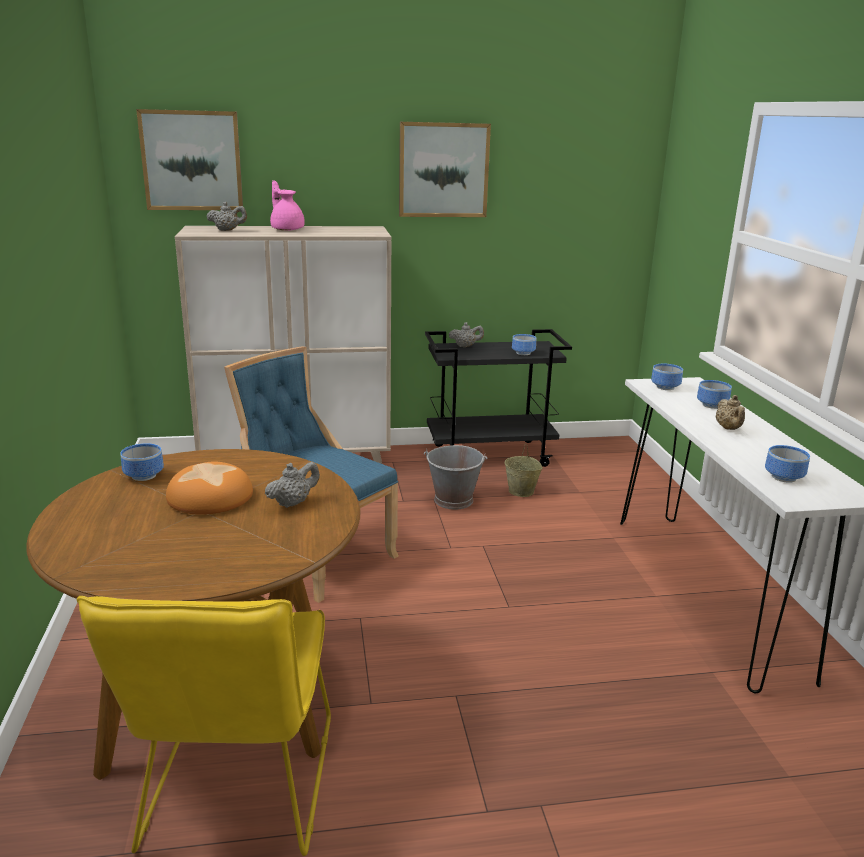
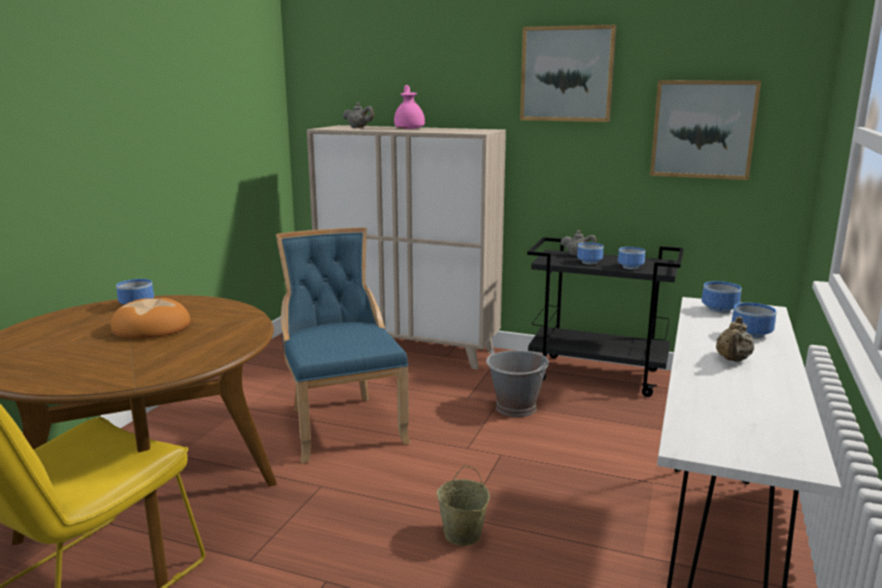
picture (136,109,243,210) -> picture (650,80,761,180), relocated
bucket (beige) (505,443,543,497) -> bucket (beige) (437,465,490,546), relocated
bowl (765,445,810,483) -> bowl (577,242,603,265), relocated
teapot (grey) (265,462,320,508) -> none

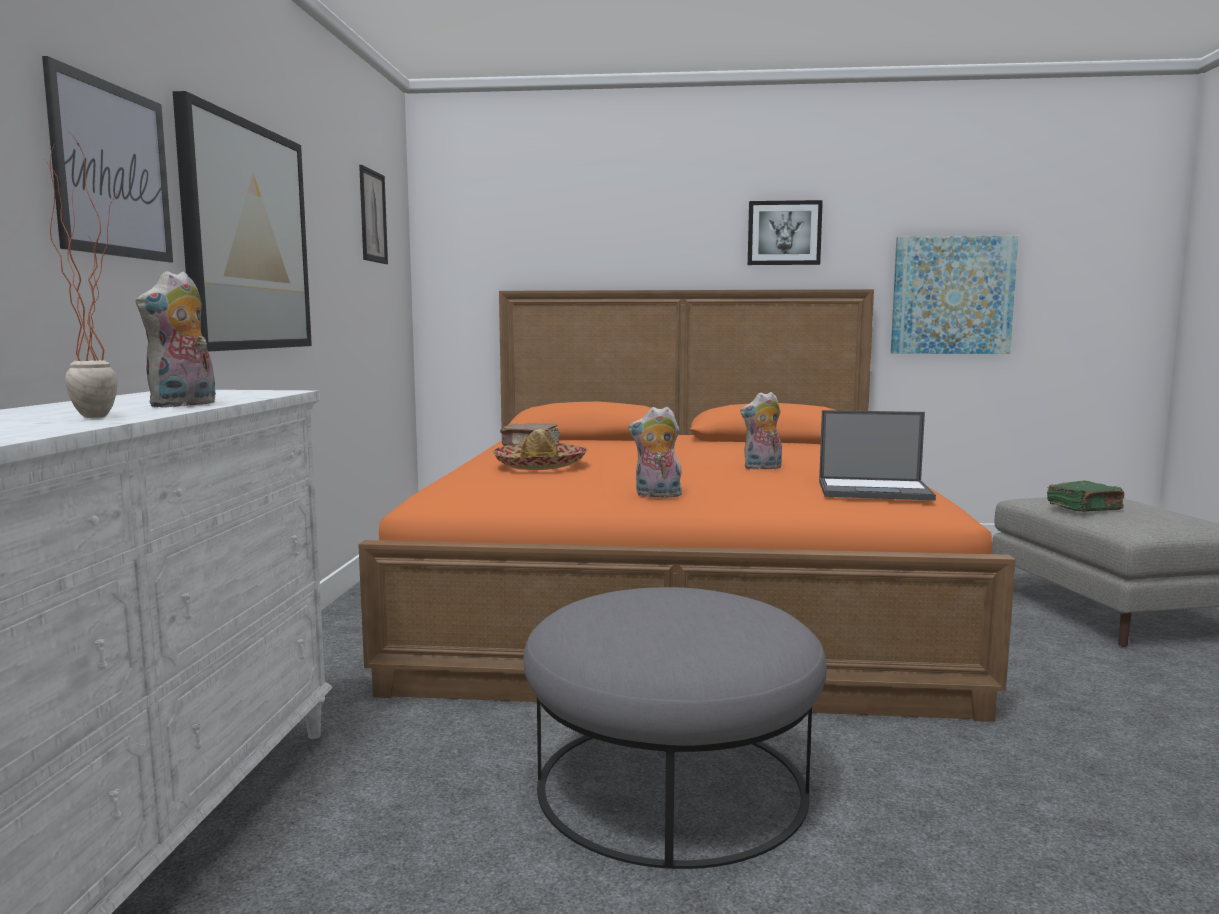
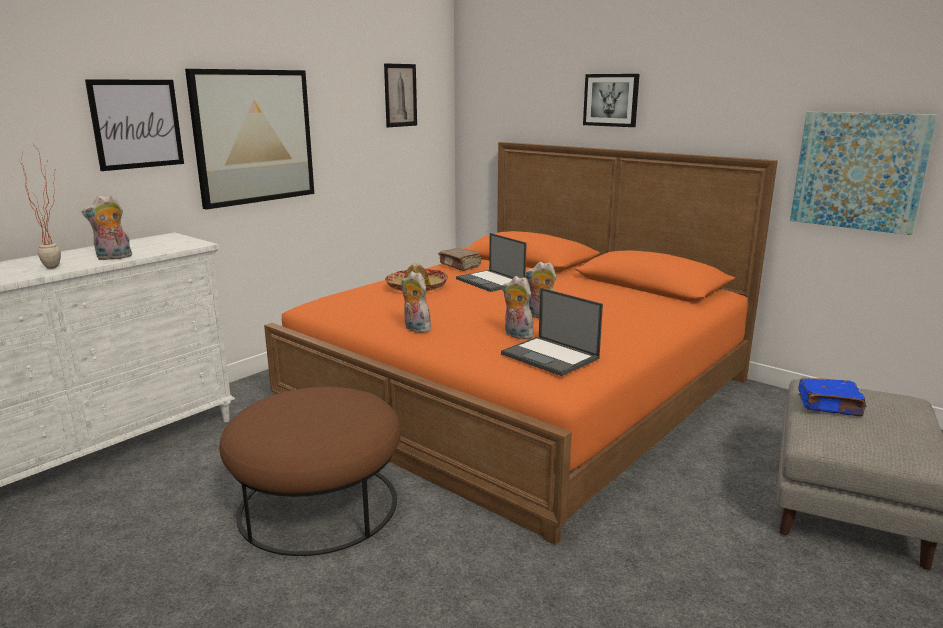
picture (748,200,823,265) -> picture (583,74,640,127), relocated
book (green) (1047,480,1125,512) -> book (blue) (798,378,867,417)
ottoman (grey) (523,587,827,869) -> ottoman (brown) (219,387,401,556)
none -> laptop (456,233,527,292)
none -> plush toy (502,276,534,339)

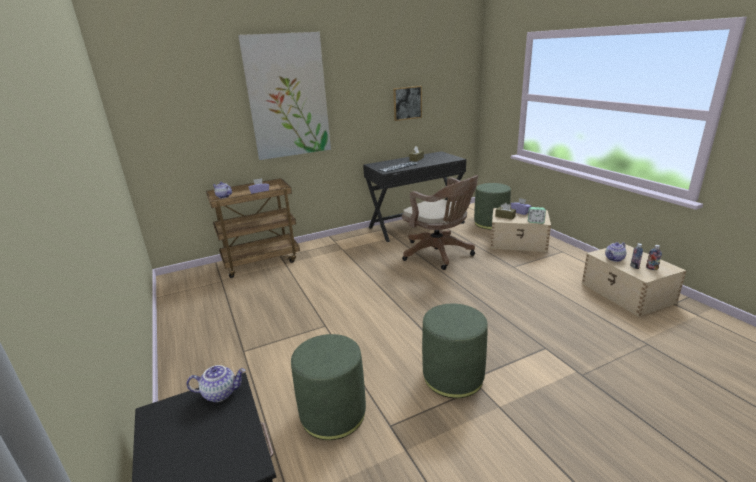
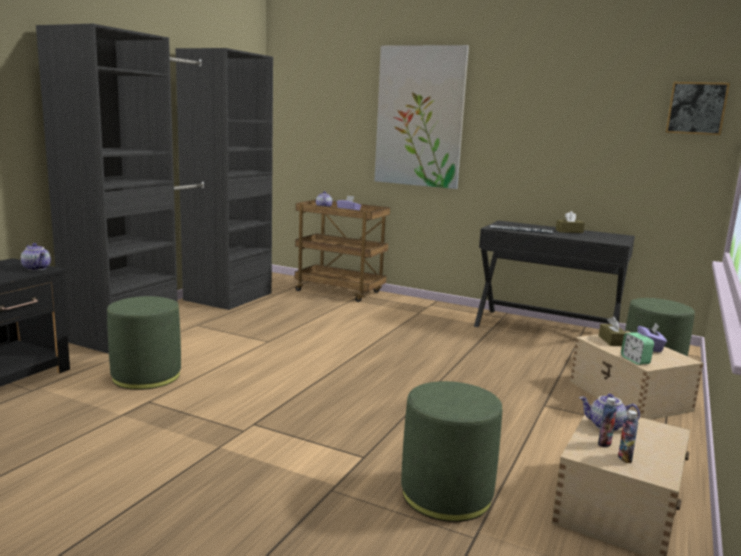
picture (393,86,422,121) -> picture (666,82,730,135), relocated
office chair (brown) (402,175,478,270) -> none
ottoman (green) (422,304,488,398) -> ottoman (green) (401,381,502,522), relocated
none -> wardrobe (black) (36,24,273,354)

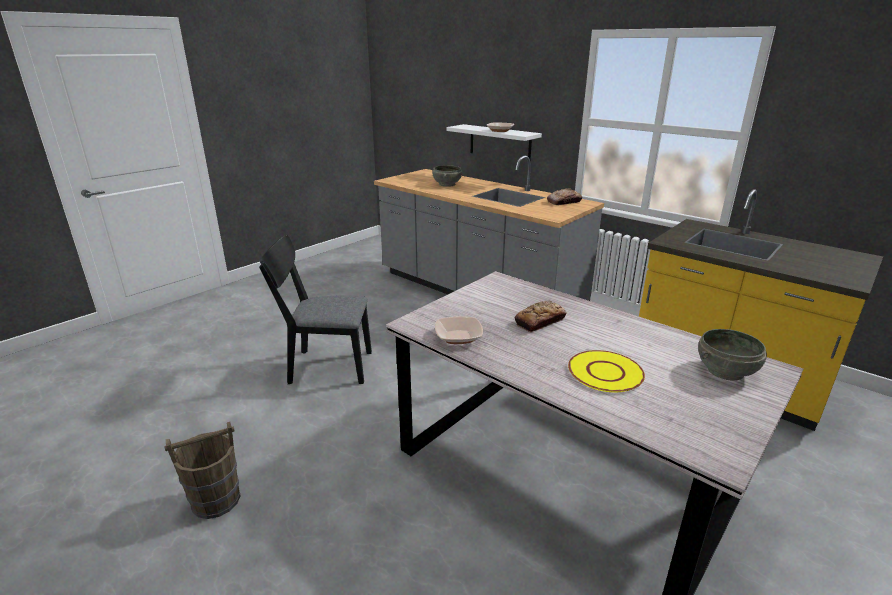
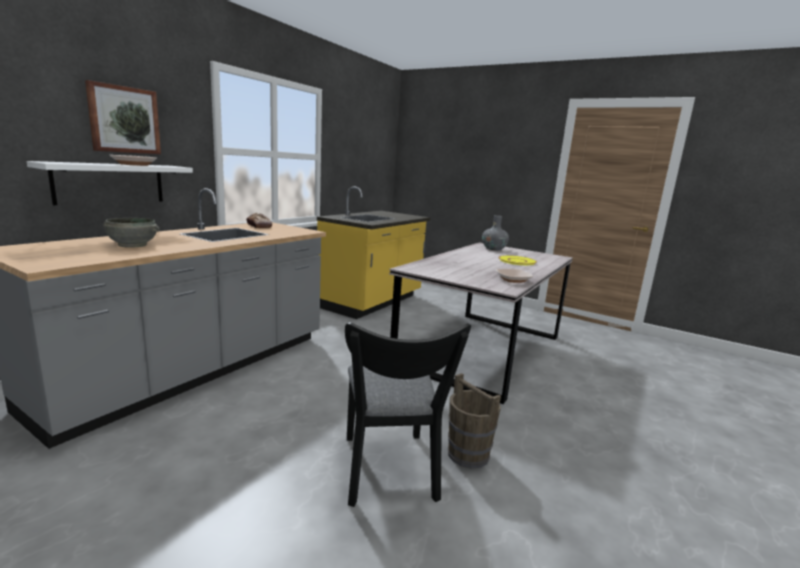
bread (515,301,567,332) -> none
bowl (grey) (698,329,767,381) -> vase (grey) (482,215,509,250)
bucket (brown) (165,422,240,519) -> bucket (brown) (448,373,501,468), relocated
none -> picture (85,80,161,154)

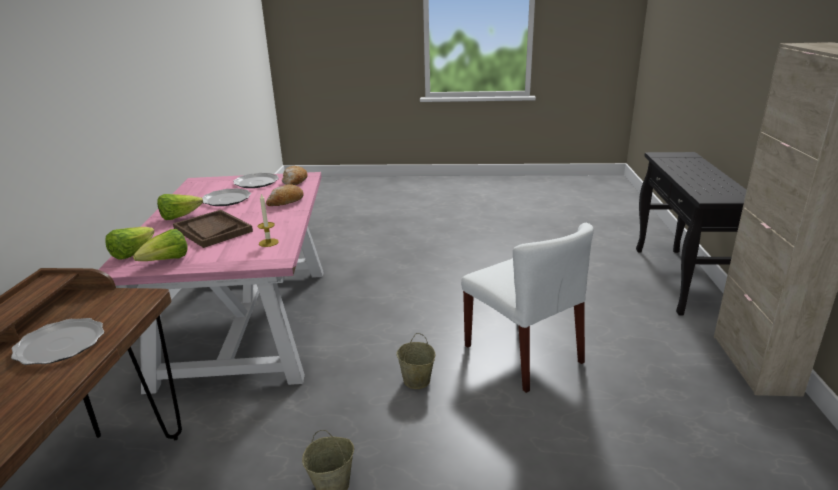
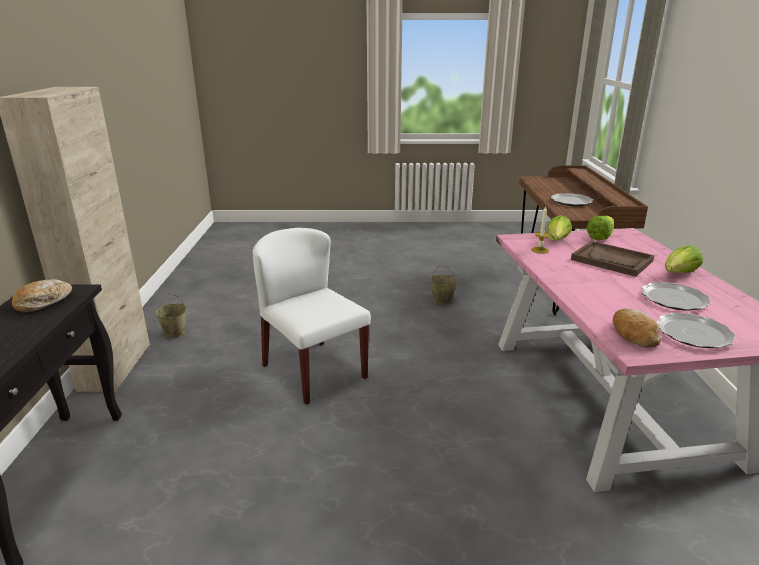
bread (266,184,304,206) -> bread (12,279,72,313), relocated
lettuce (105,227,155,260) -> lettuce (547,215,572,241), relocated
bucket (beige) (396,333,435,389) -> bucket (beige) (156,294,187,338), relocated

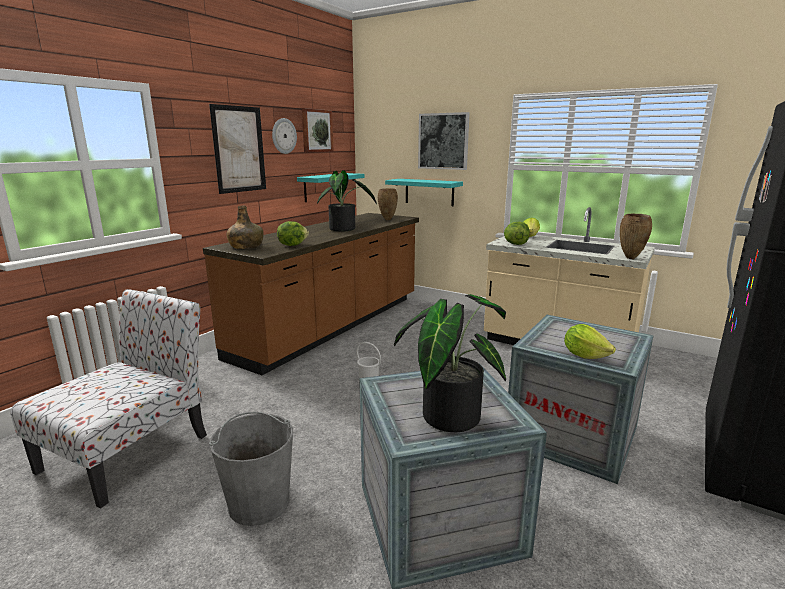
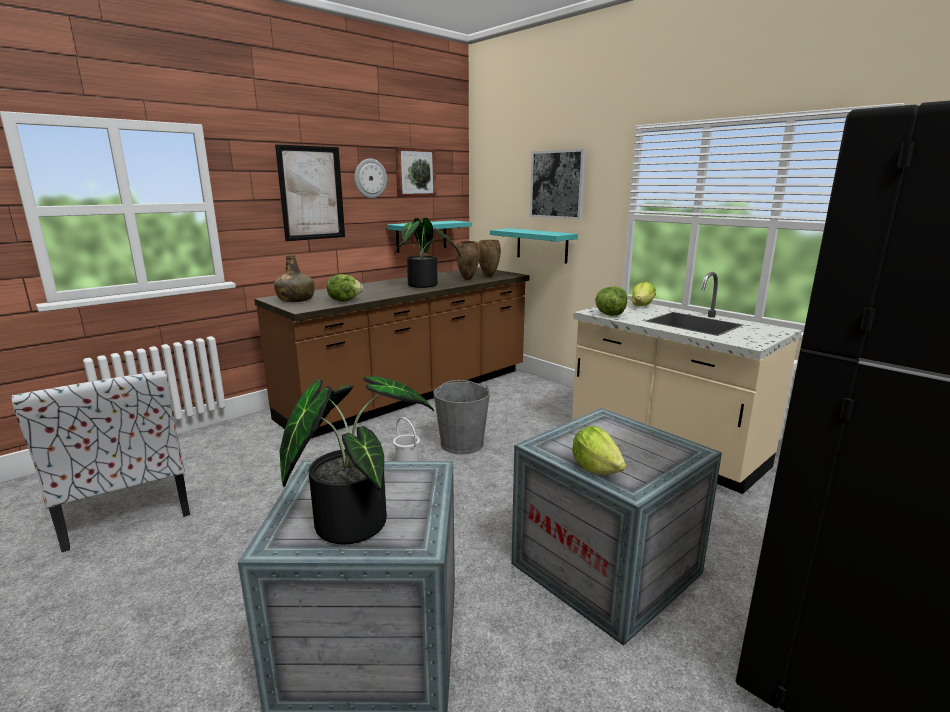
vase (brown) (620,214,652,259) -> vase (brown) (456,241,480,280), relocated
chair (11,289,207,509) -> chair (11,370,190,552), 105 degrees clockwise
bucket (grey) (209,412,293,526) -> bucket (grey) (433,380,490,454), relocated

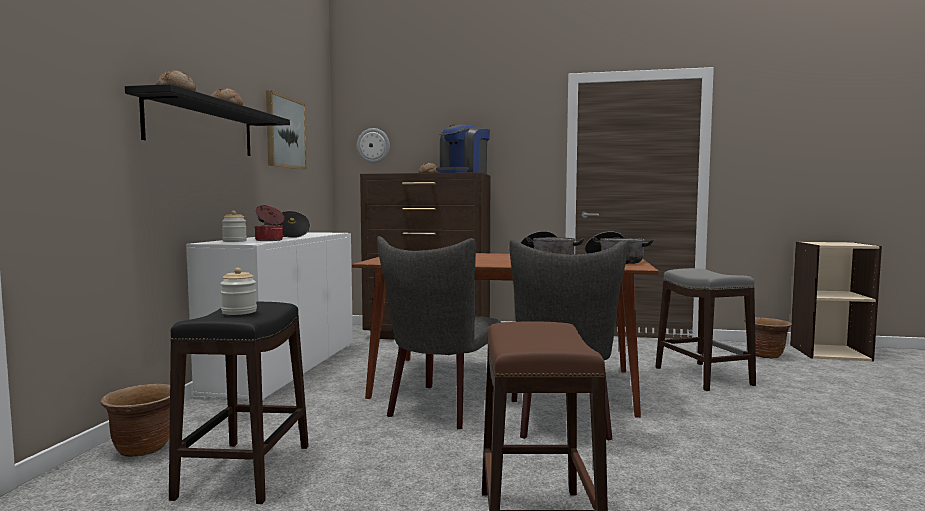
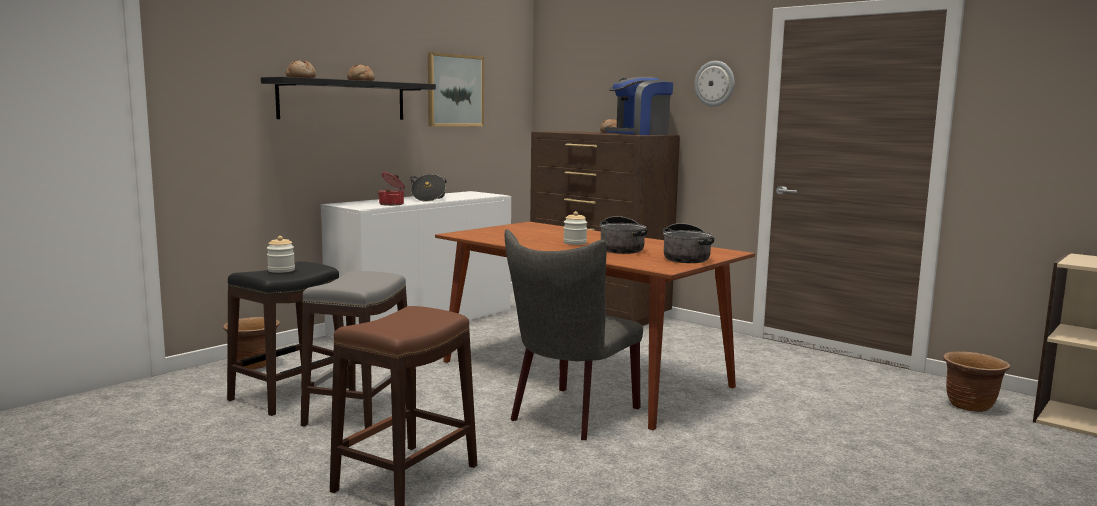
wall clock (357,128,390,163) -> wall clock (694,61,735,107), relocated
jar (222,211,247,242) -> jar (563,211,587,245), relocated
chair (grey) (377,236,502,429) -> none
stool (grey) (655,268,756,391) -> stool (grey) (301,271,407,429), relocated

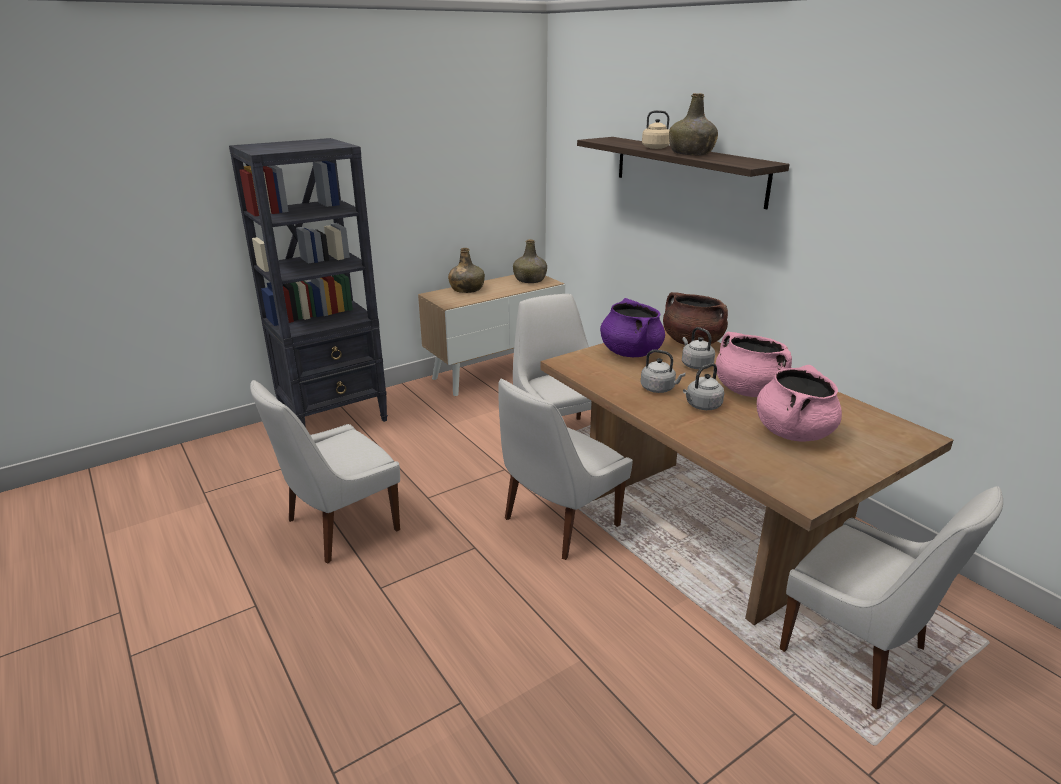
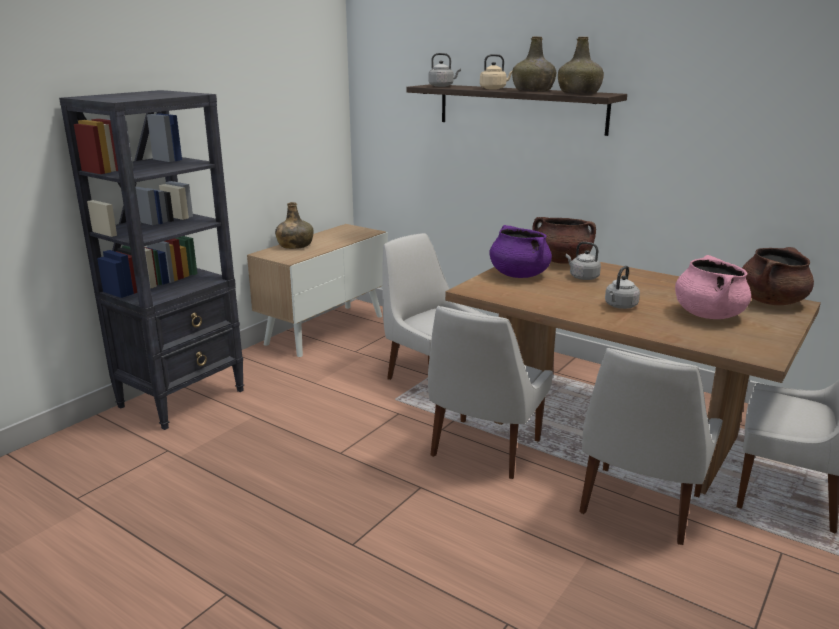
bottle (green) (513,239,547,283) -> bottle (green) (558,37,604,94), relocated
cooking pot (pink) (715,332,792,397) -> none
kettle (grey) (641,350,686,393) -> kettle (grey) (428,53,461,87), relocated
chair (white) (250,380,400,563) -> chair (white) (579,348,723,545), relocated
none -> cooking pot (brown) (742,247,814,305)

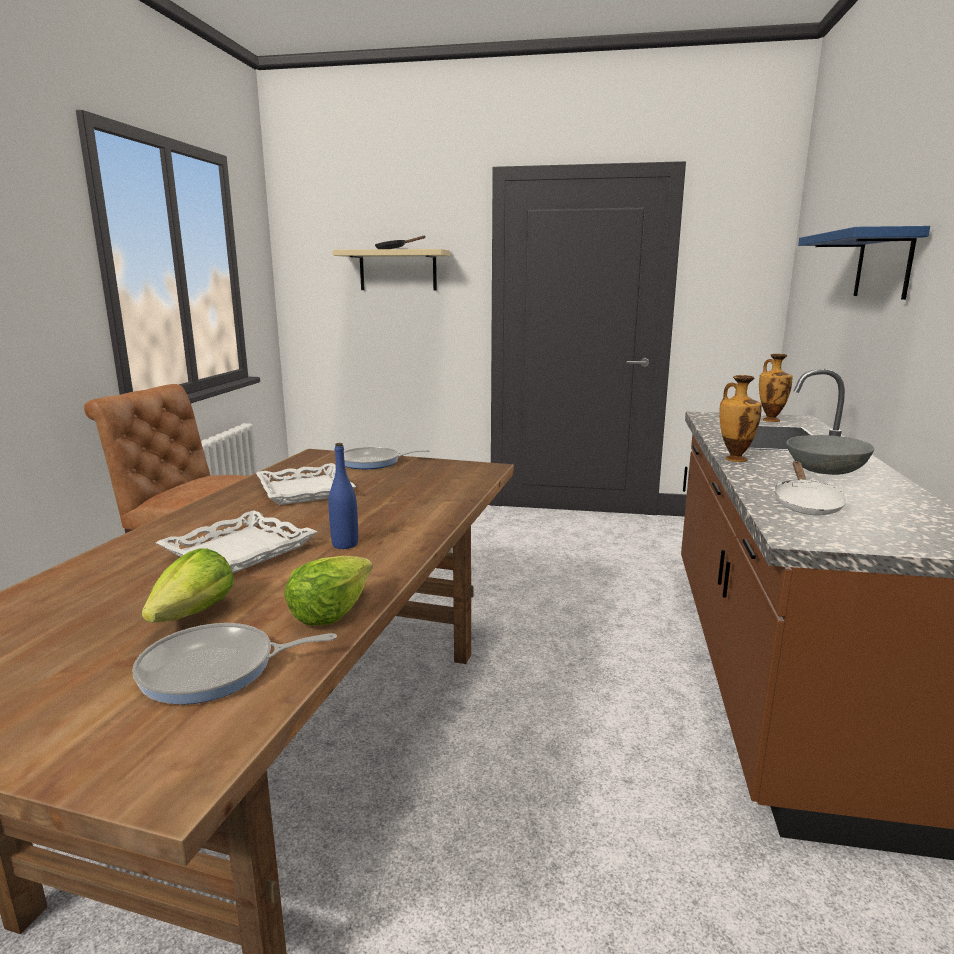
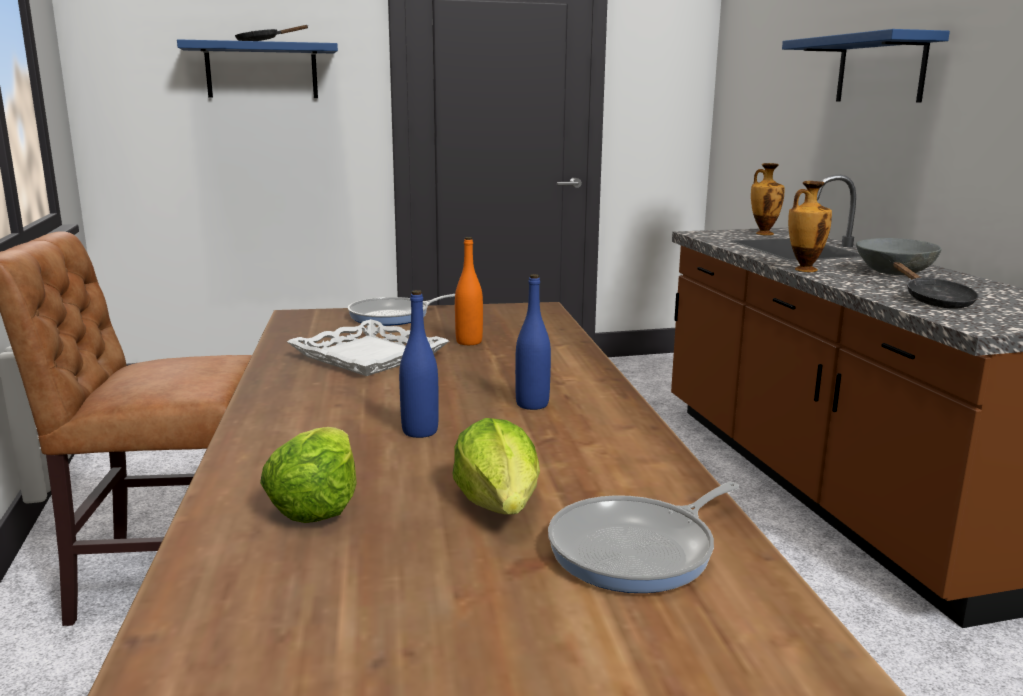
shelf (beige) (333,249,450,290) -> shelf (blue) (177,39,338,98)
frying pan (white) (773,461,847,516) -> frying pan (black) (893,262,979,309)
tray (white) (156,510,318,573) -> bottle (blue) (399,290,439,438)
lettuce (284,556,373,626) -> lettuce (260,427,357,523), relocated
none -> bottle (orange) (455,237,483,345)

